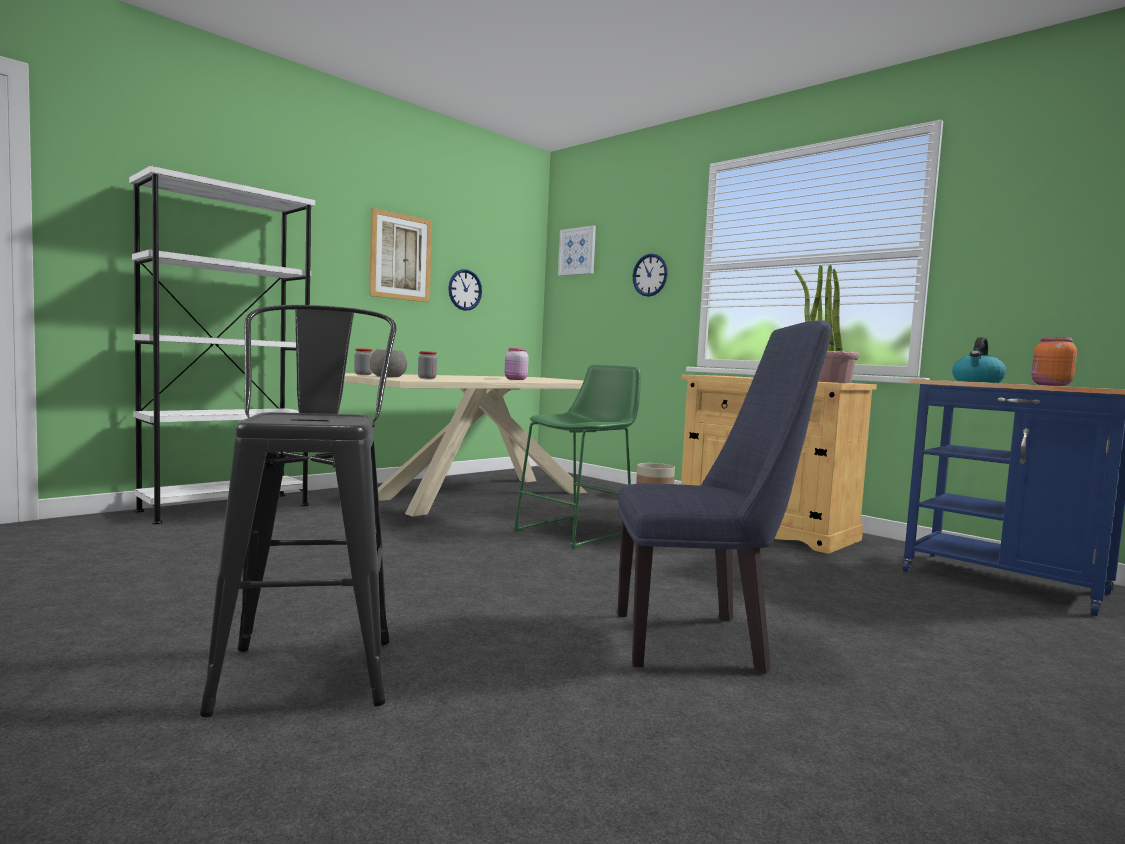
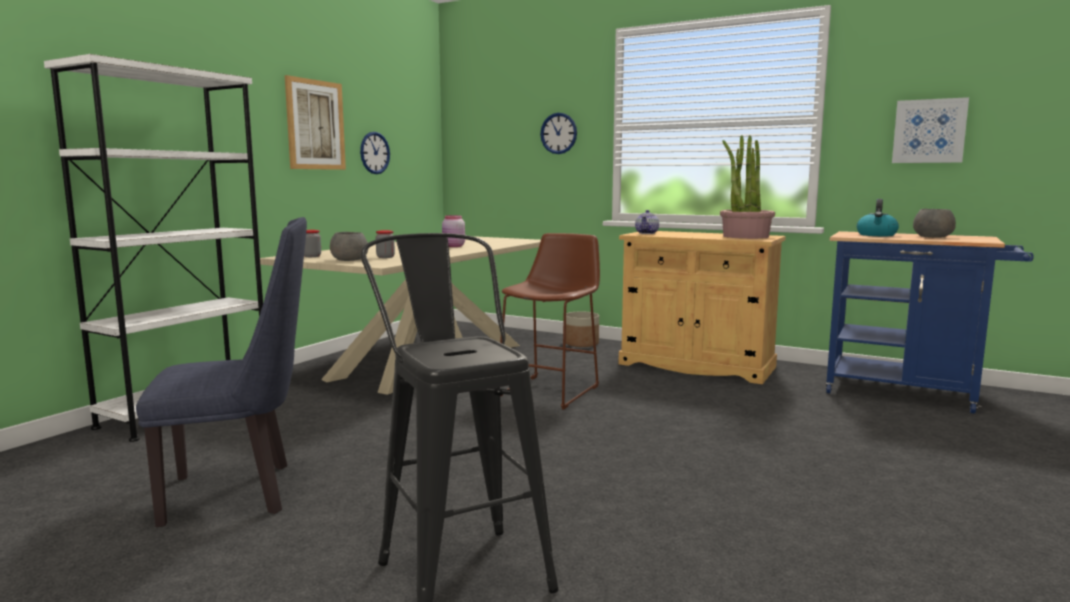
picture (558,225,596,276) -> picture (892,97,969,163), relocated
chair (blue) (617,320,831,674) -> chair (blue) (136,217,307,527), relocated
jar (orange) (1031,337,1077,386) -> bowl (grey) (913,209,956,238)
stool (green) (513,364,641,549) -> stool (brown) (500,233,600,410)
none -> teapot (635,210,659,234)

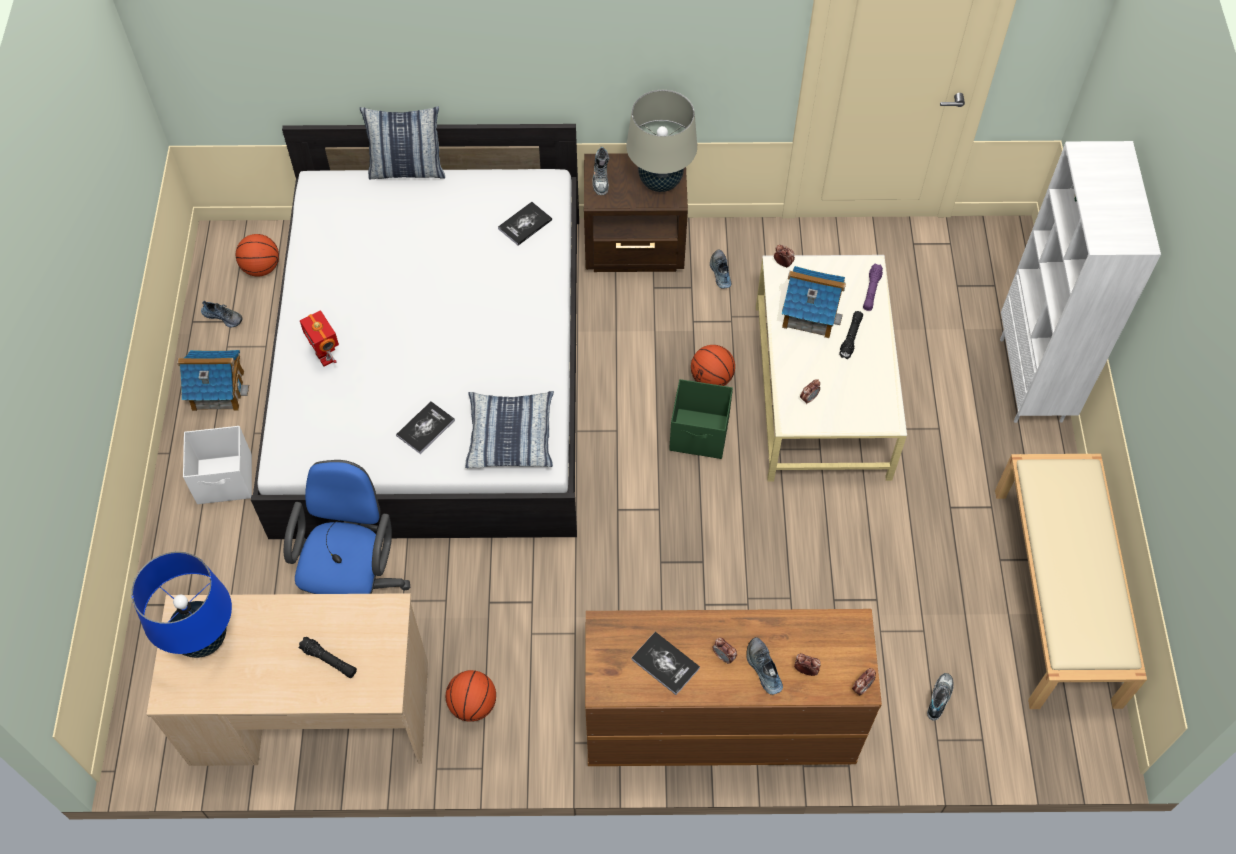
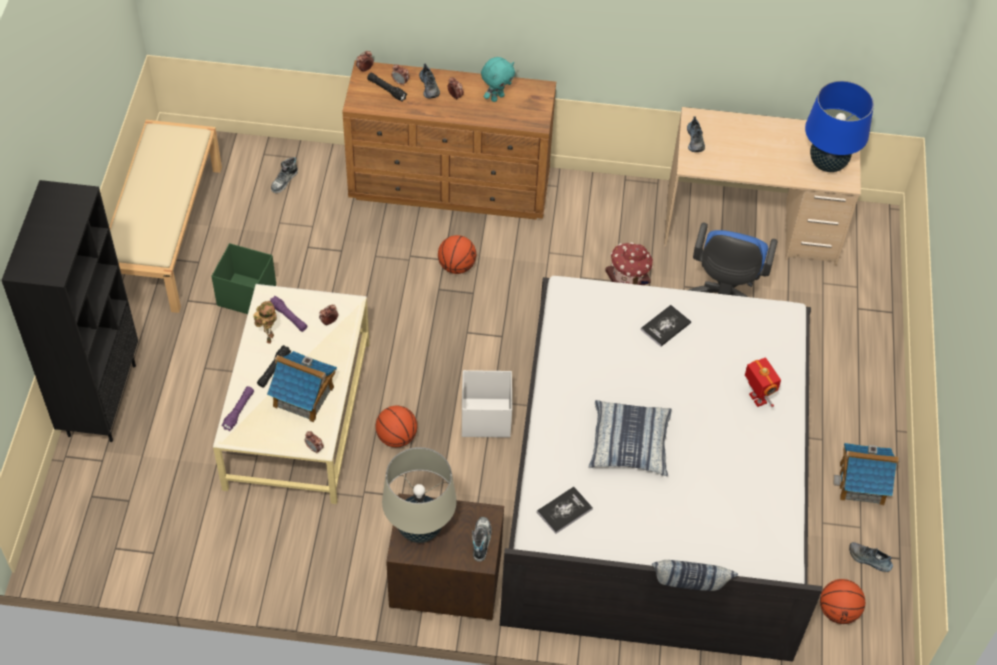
bookcase (white) (1000,141,1161,423) -> bookcase (black) (1,180,138,442)
shoe (710,249,731,288) -> shoe (687,116,705,152), relocated
storage box (green) (669,379,733,459) -> storage box (green) (212,243,276,314), relocated
pillow (465,391,554,468) -> pillow (589,400,672,476), relocated
storage box (white) (183,426,252,504) -> storage box (white) (462,370,512,438), relocated
book (631,632,700,695) -> plush toy (turquoise) (481,57,515,102)
flashlight (black) (298,637,357,678) -> flashlight (black) (367,73,407,102), relocated
basketball (446,670,496,722) -> basketball (438,235,476,274), relocated
none -> toy house (605,242,653,285)
none -> flashlight (purple) (270,296,307,332)
none -> toy robot (253,301,277,344)

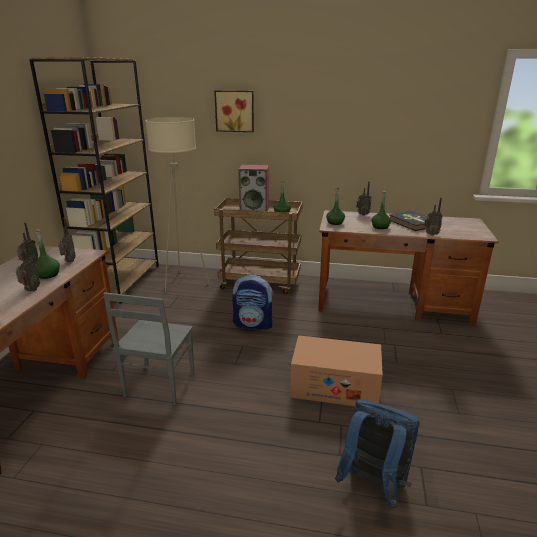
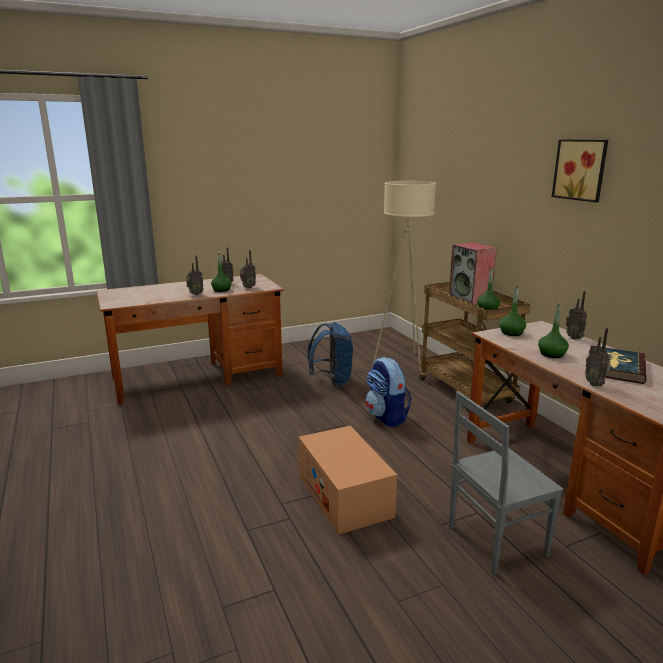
bookcase (brown) (29,57,159,304) -> none
picture (214,90,254,132) -> picture (552,140,608,202), relocated
chair (grey) (103,292,194,405) -> chair (grey) (449,391,563,575), relocated
backpack (blue) (335,399,420,508) -> backpack (blue) (308,323,353,387), relocated

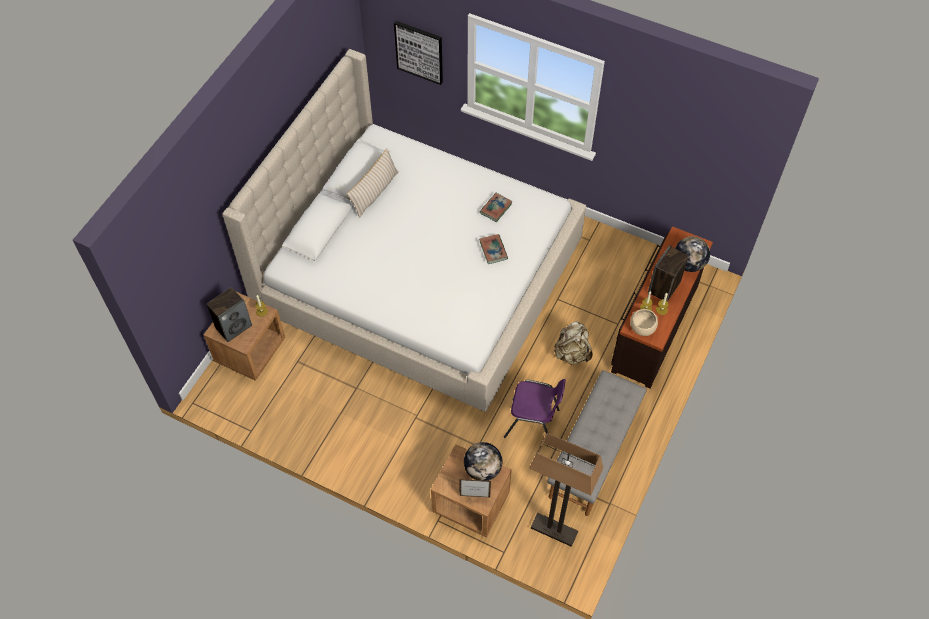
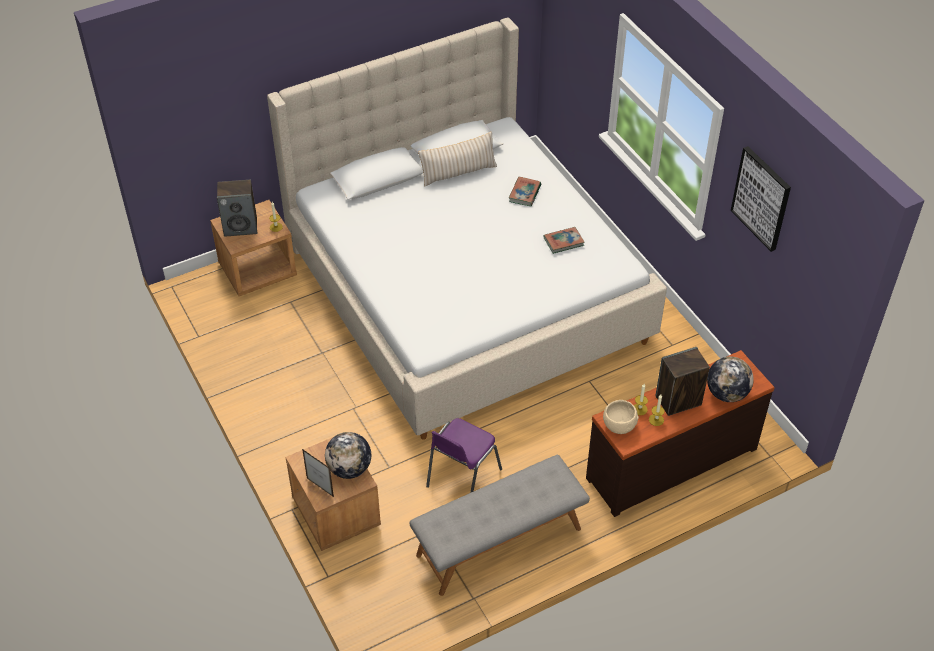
picture (394,21,443,85) -> picture (731,146,791,252), relocated
book (479,234,508,264) -> book (509,177,541,206), relocated
backpack (beige) (554,321,593,365) -> none
chair (purple) (504,379,566,438) -> chair (purple) (426,418,502,493), 75 degrees clockwise
floor lamp (529,433,603,547) -> none

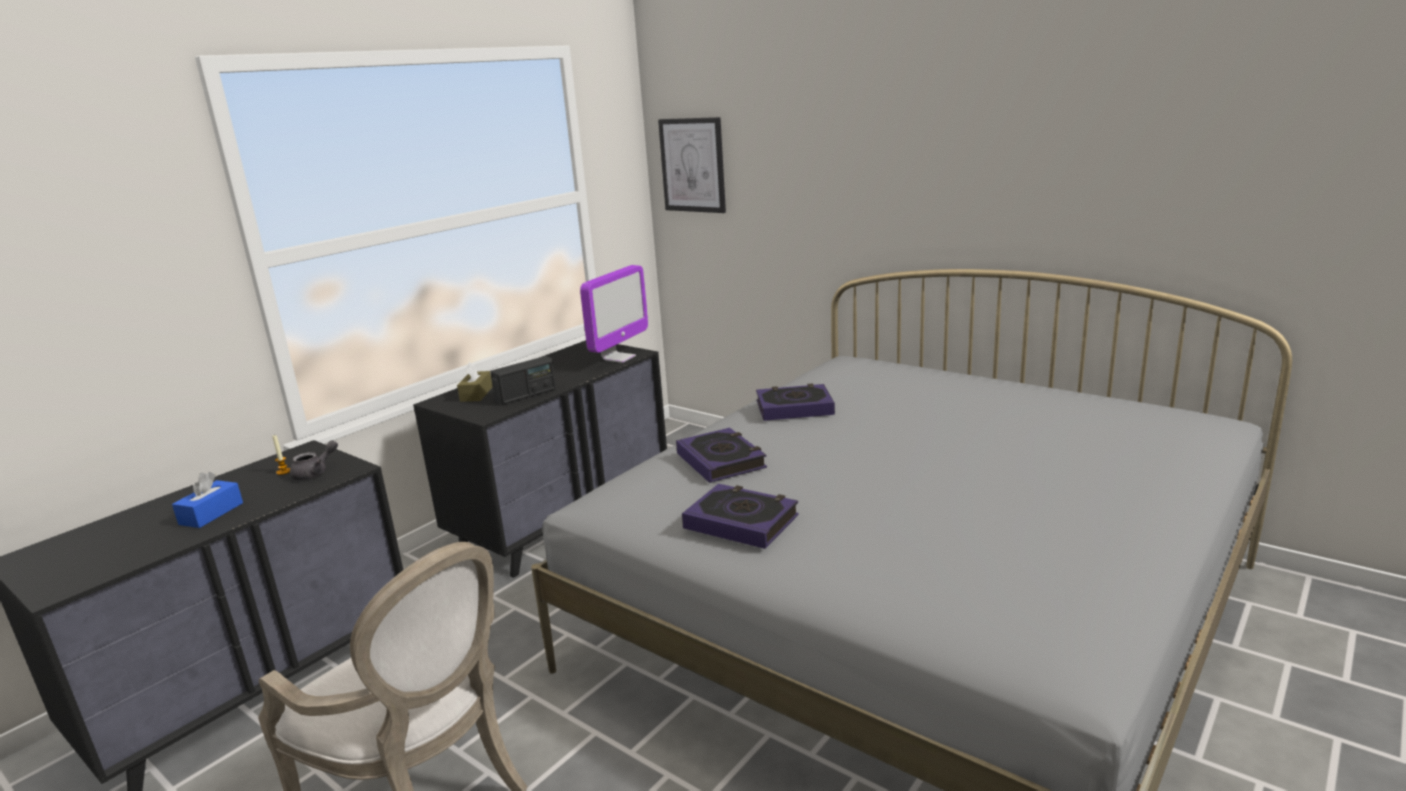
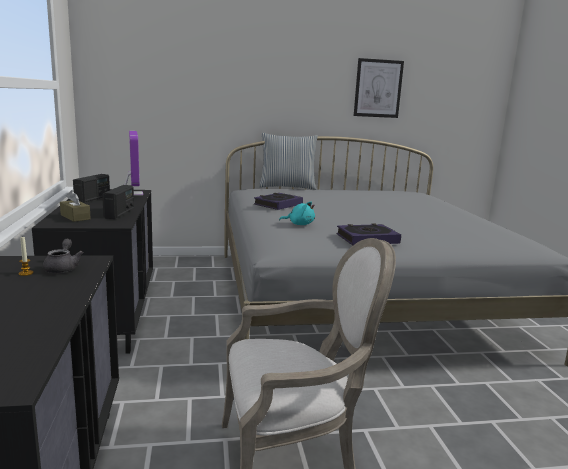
picture (658,117,726,213) -> picture (354,58,404,118), relocated
book (676,428,767,483) -> plush toy (turquoise) (279,202,315,225)
tissue box (blue) (172,472,243,528) -> none
none -> pillow (259,133,318,190)
none -> radio (73,174,110,203)

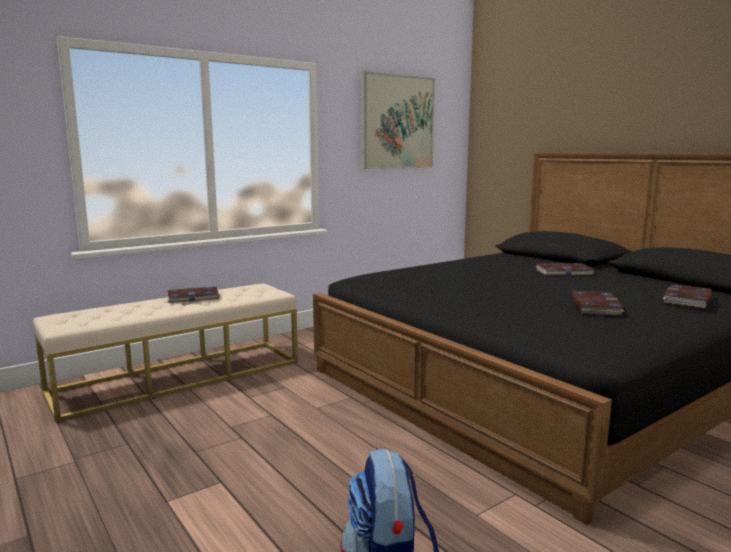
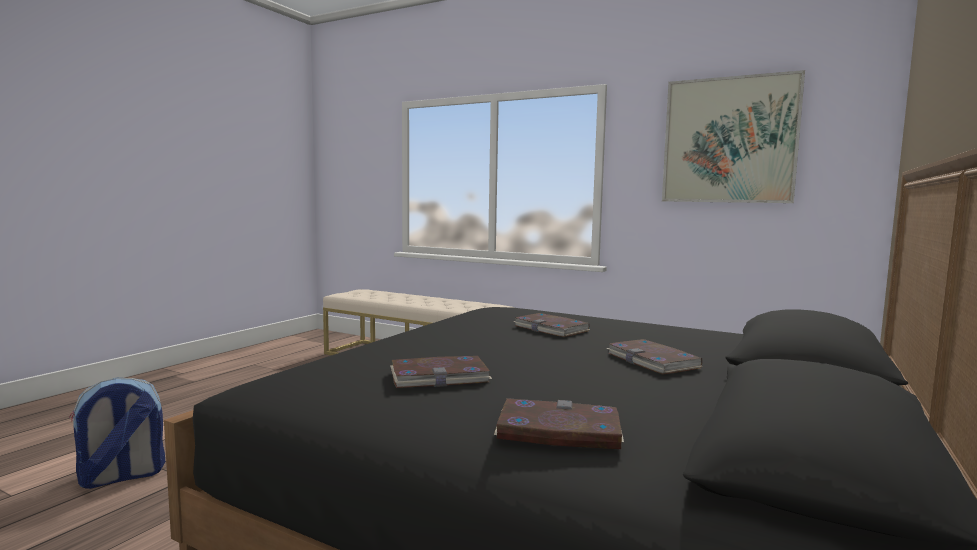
book (167,287,220,303) -> book (514,313,590,337), relocated

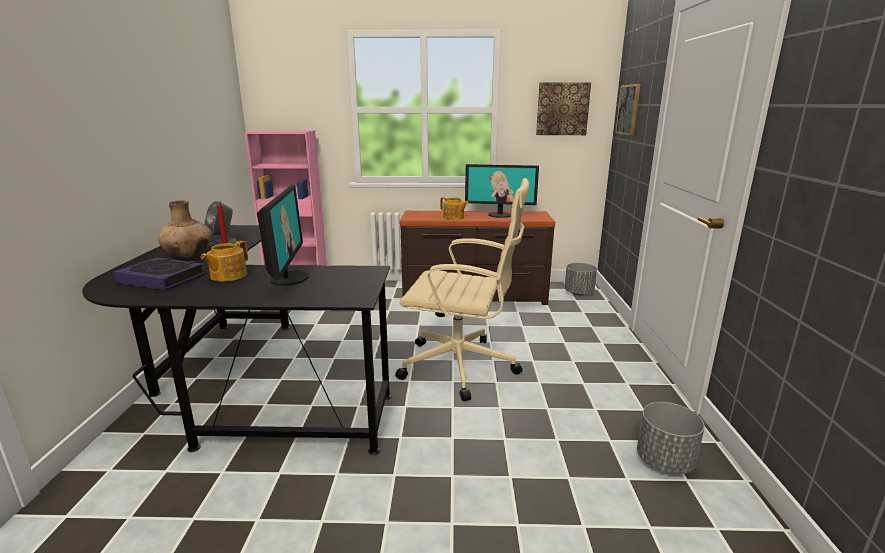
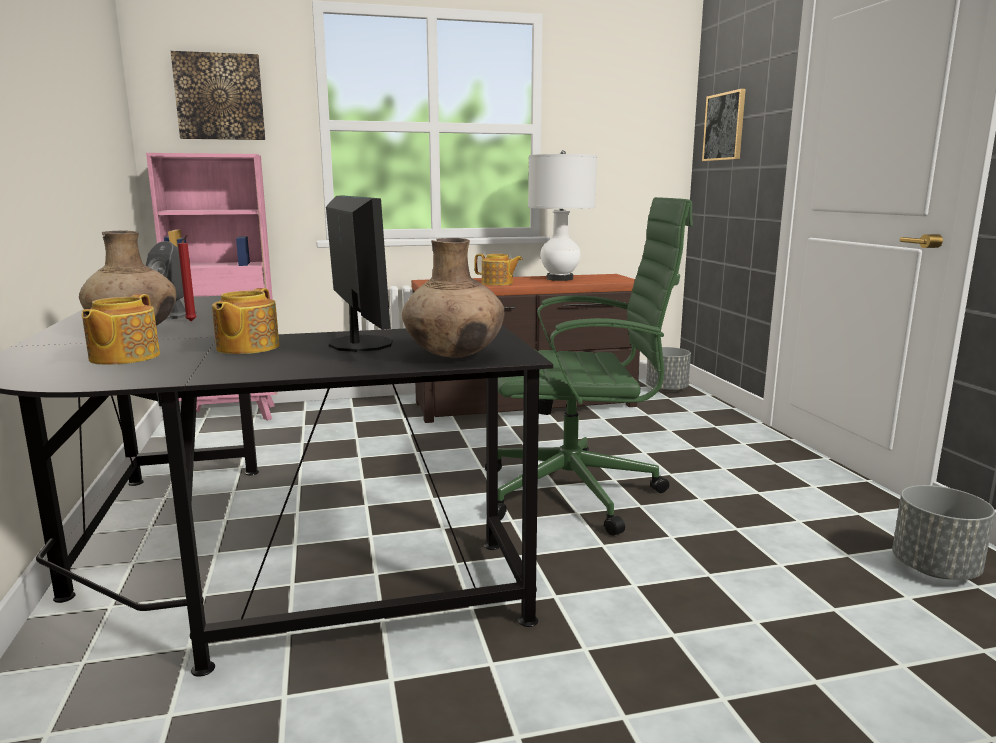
picture (536,82,591,135) -> picture (171,51,265,140), relocated
monitor (465,164,539,218) -> table lamp (white) (528,150,597,281)
office chair (beige) (395,178,529,401) -> office chair (green) (485,197,693,536)
book (113,258,205,290) -> teapot (82,294,160,365)
none -> vase (brown) (402,238,505,358)

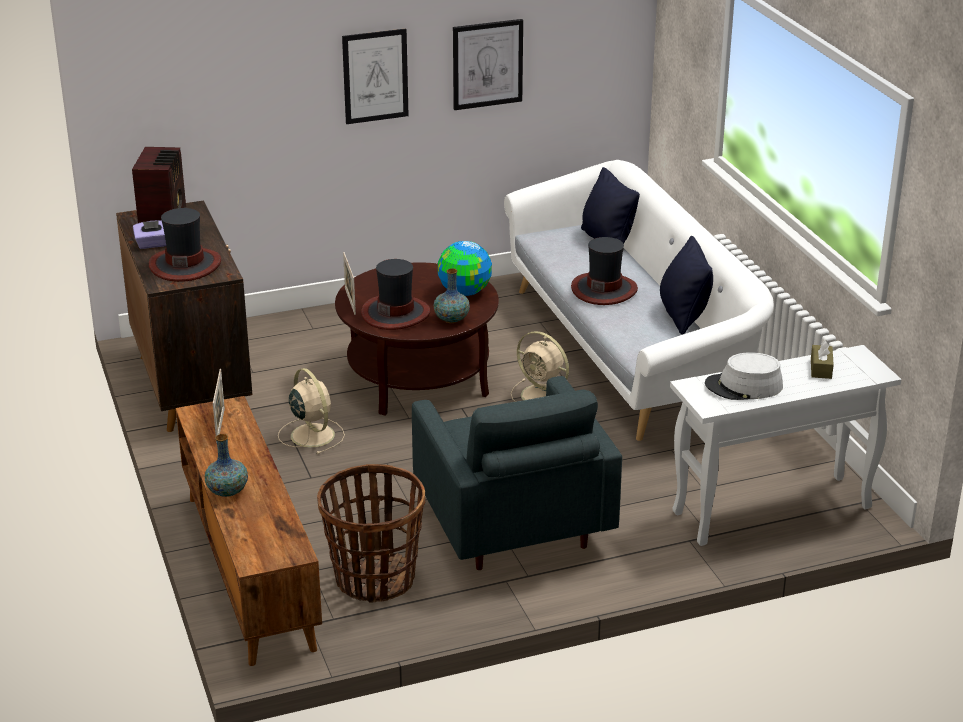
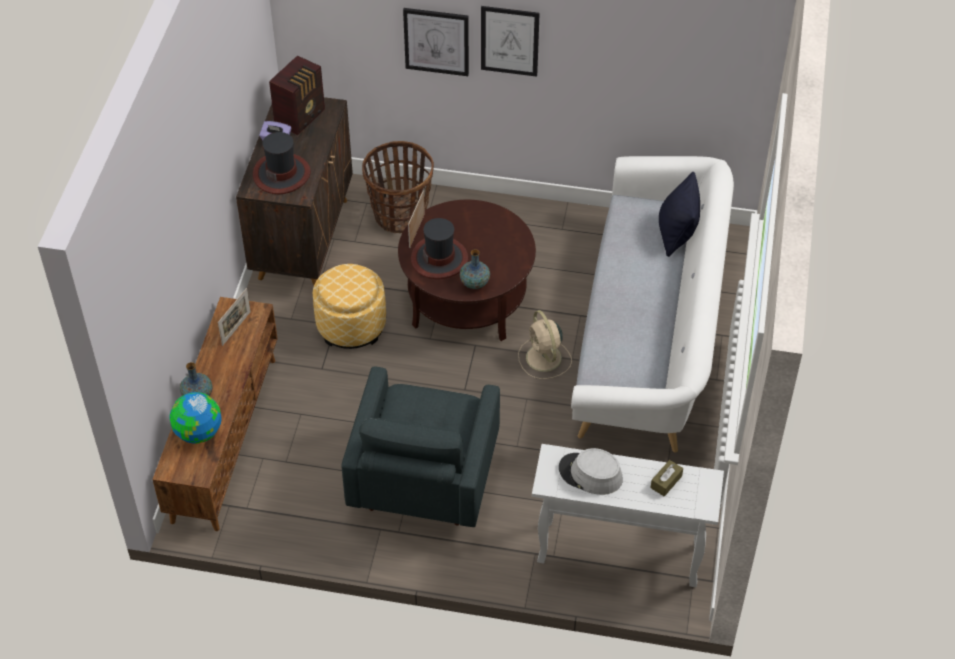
picture (453,19,523,110) -> picture (403,8,469,76), relocated
pillow (black) (660,236,713,335) -> none
hat (571,237,638,305) -> none
globe (438,241,492,296) -> globe (170,392,222,444), relocated
fan (beige) (278,368,345,454) -> ottoman (313,264,386,349)
basket (317,464,425,603) -> basket (362,141,434,233), relocated

